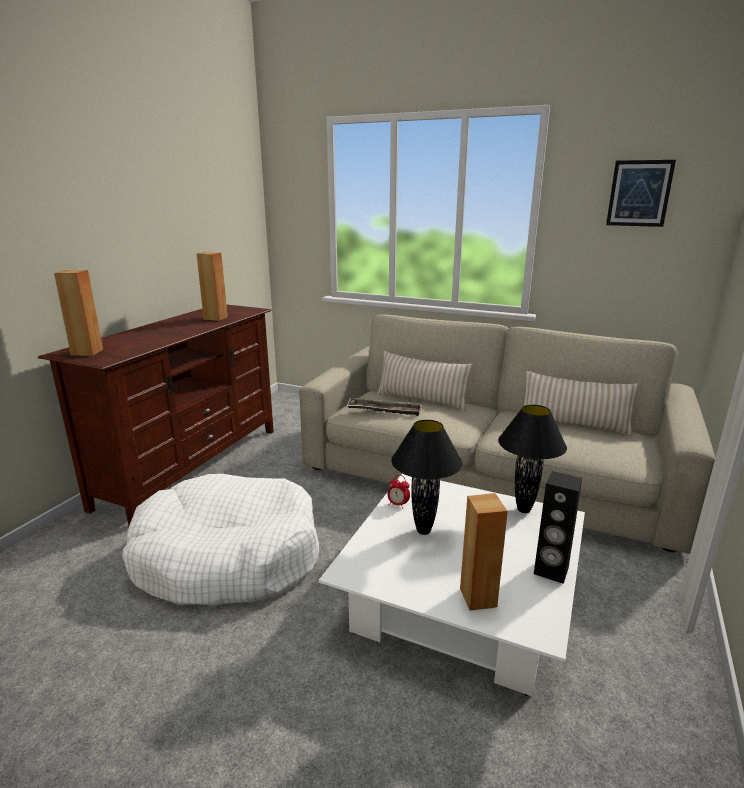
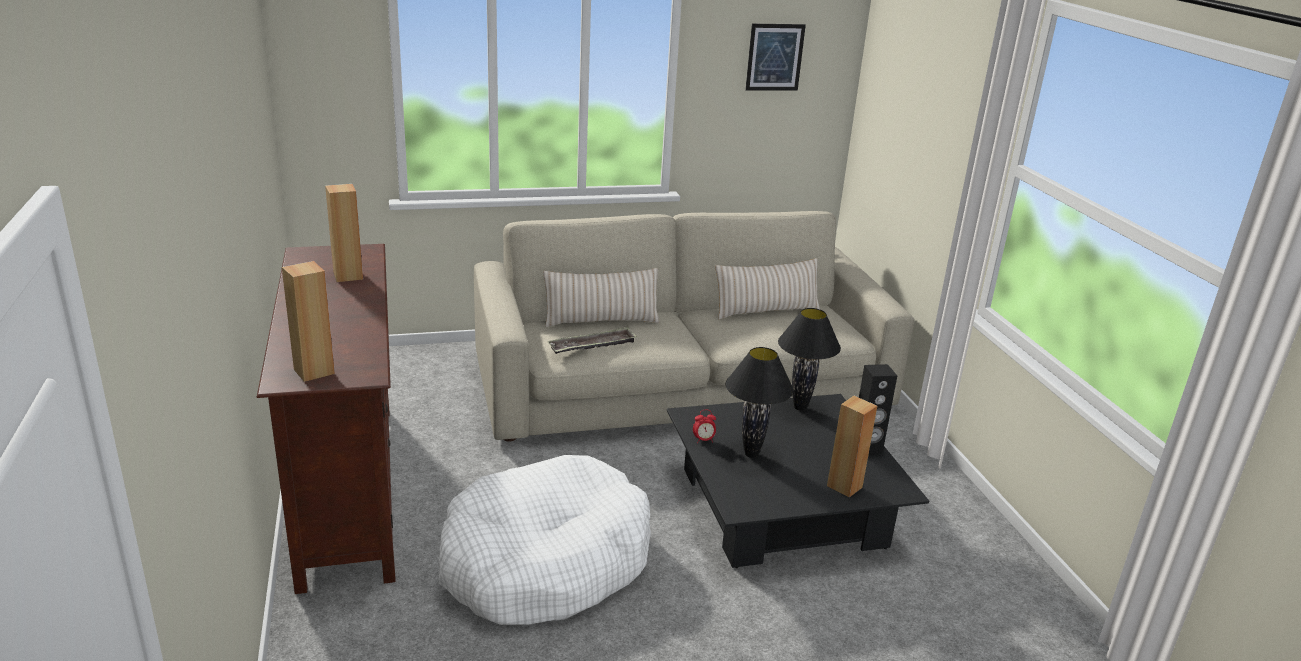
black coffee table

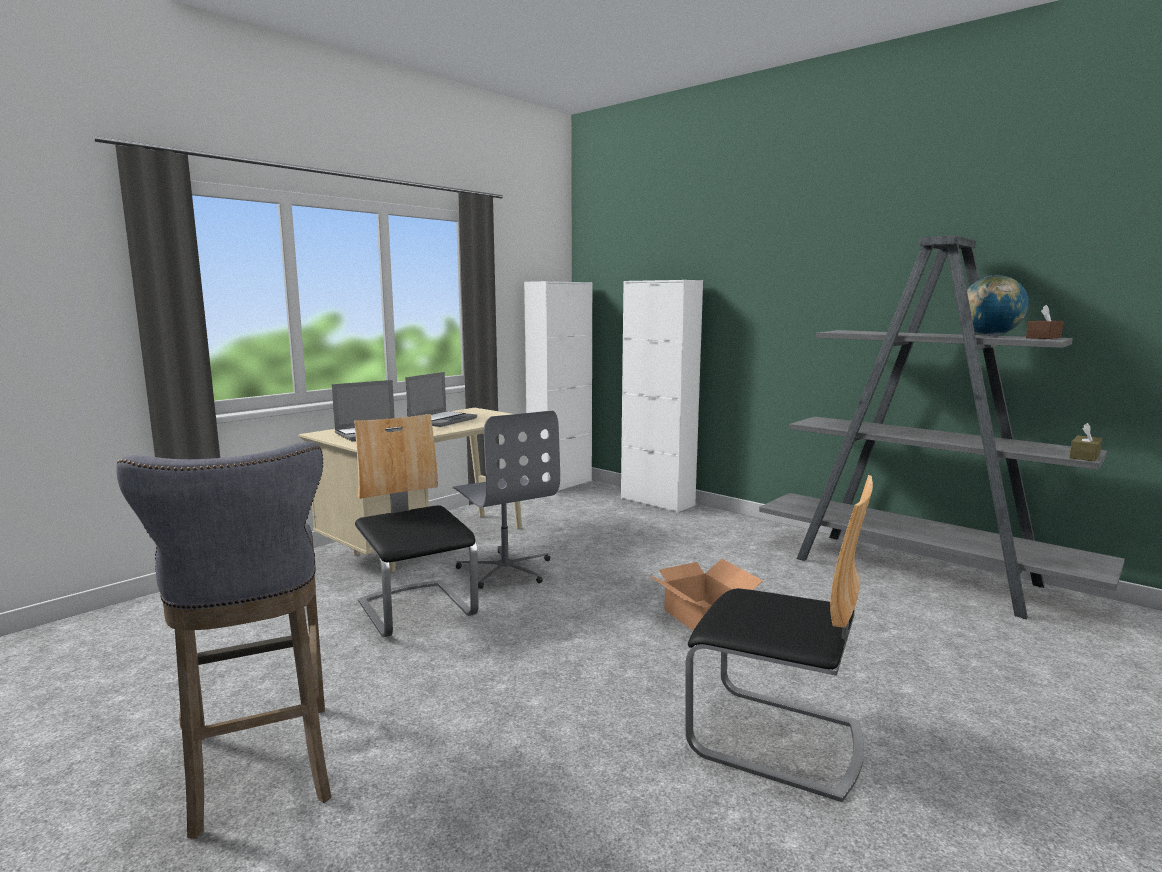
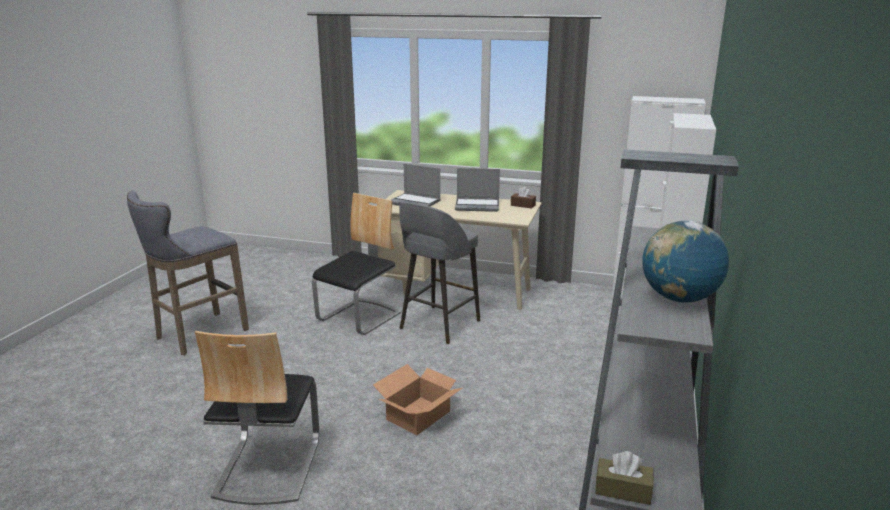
brown tissue box (no. 1 from left); grey stool (no. 2 from left)

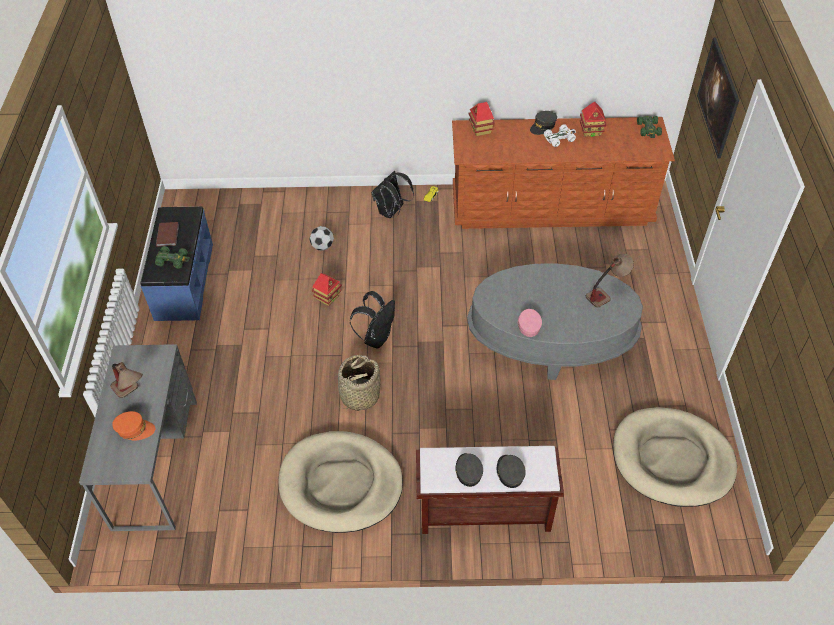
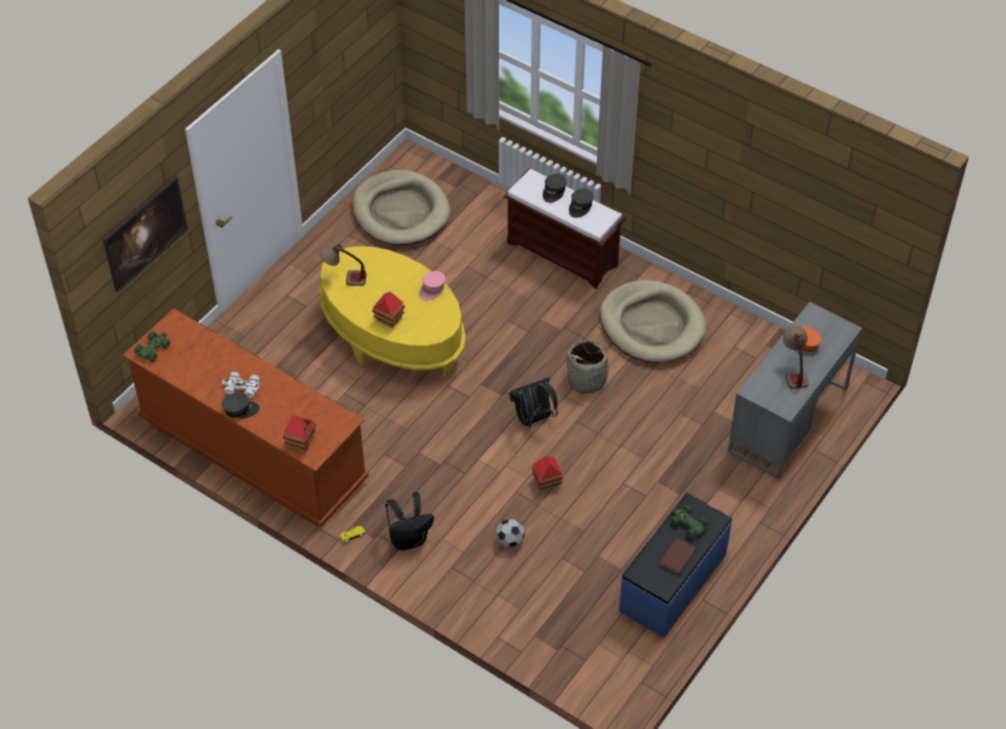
toy house (no. 2 from left); yellow coffee table

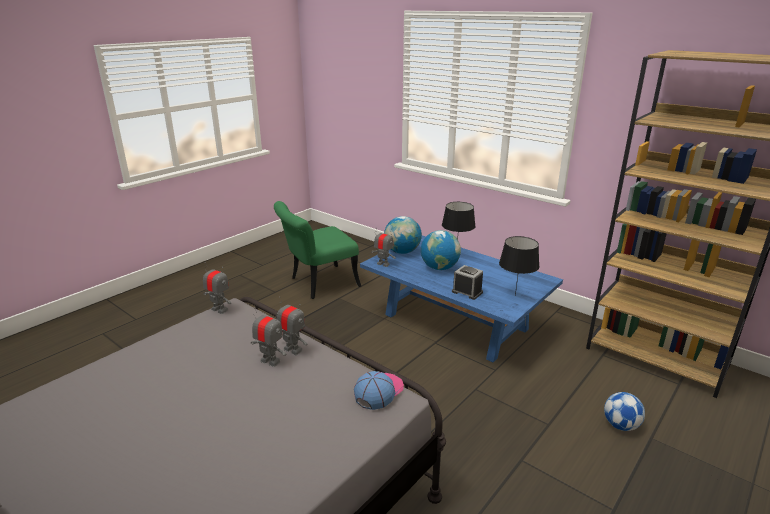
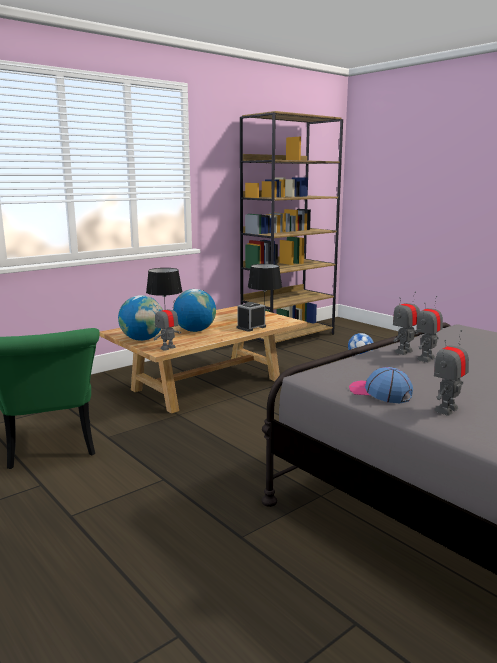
beige coffee table; toy robot (no. 4 from left); cap

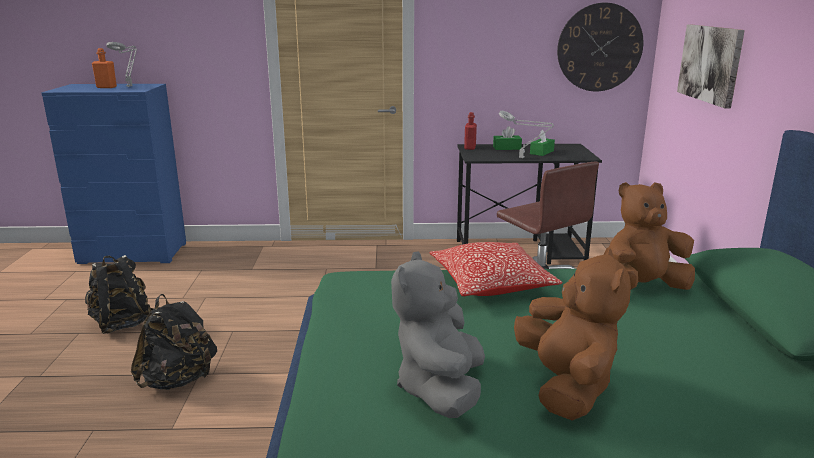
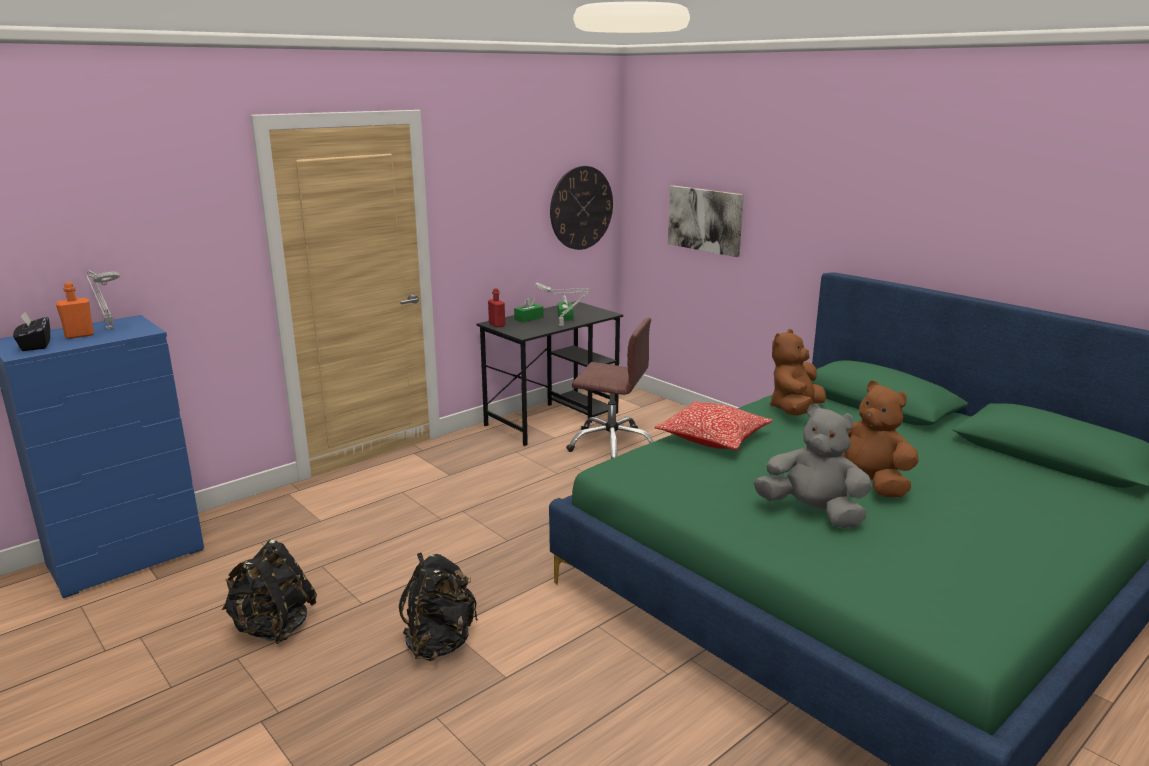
grey plush toy; black tissue box

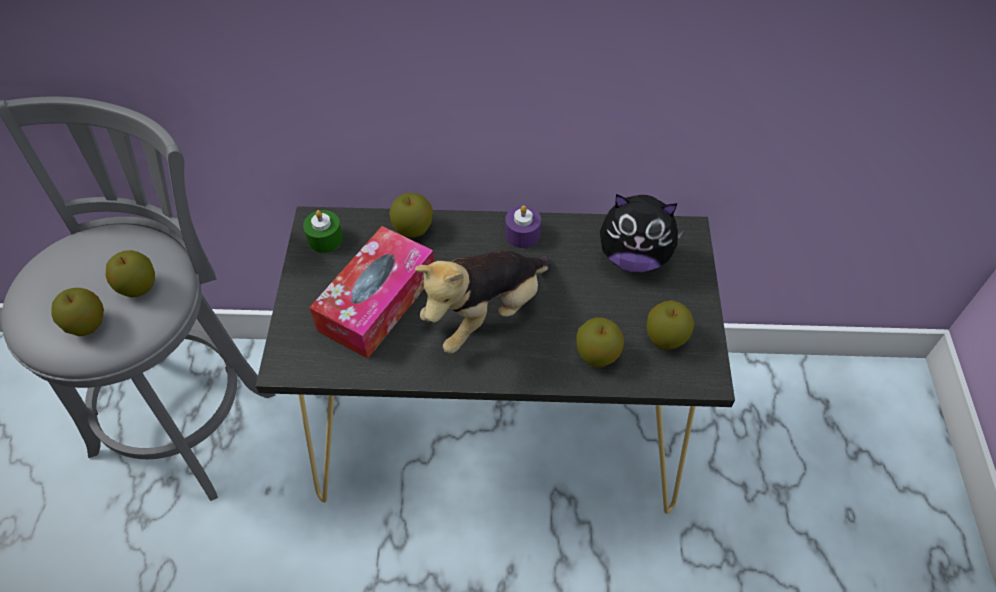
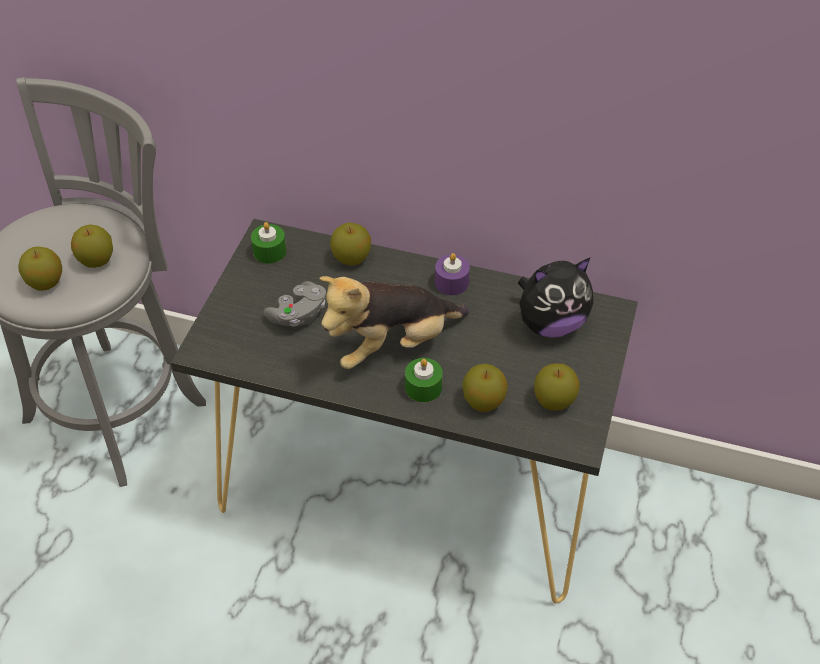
plush toy (no. 2 from left); grey game controller; green candle (no. 2 from left)

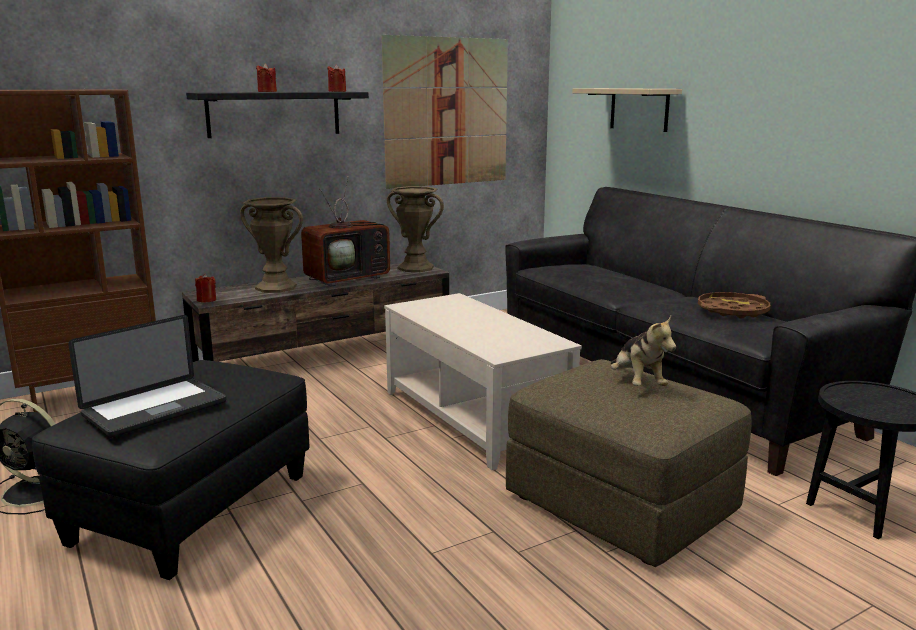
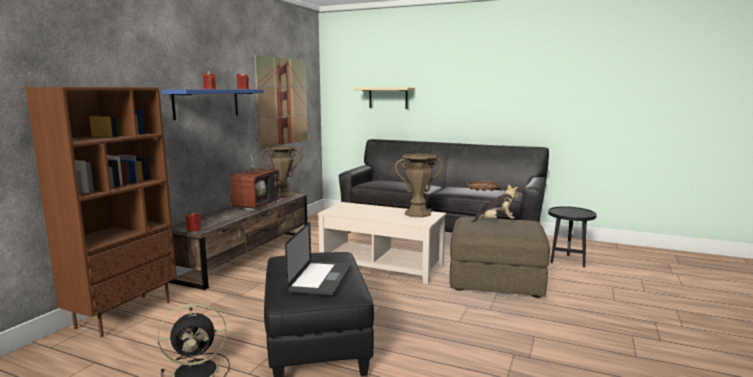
blue shelf; brown vase (no. 2 from left); plush toy

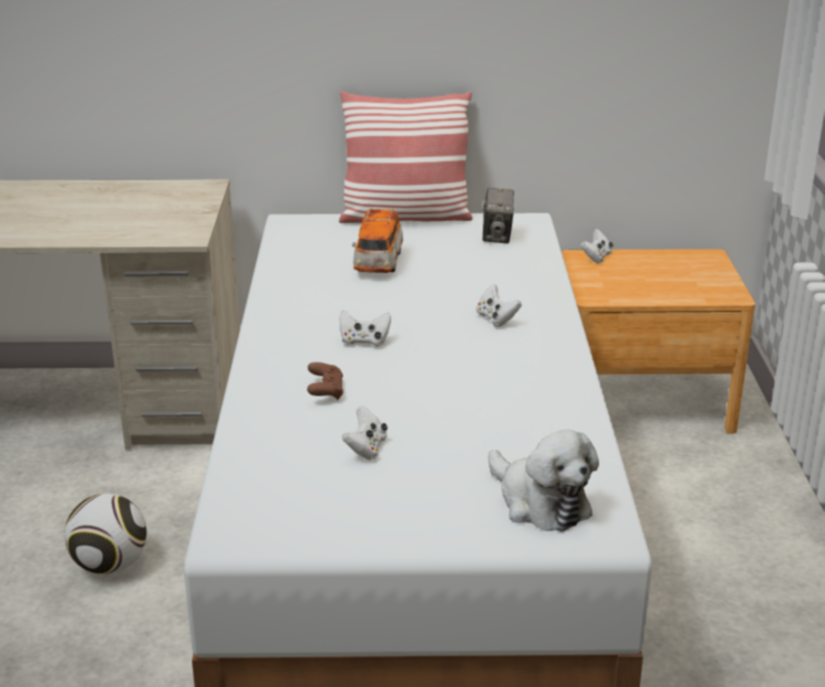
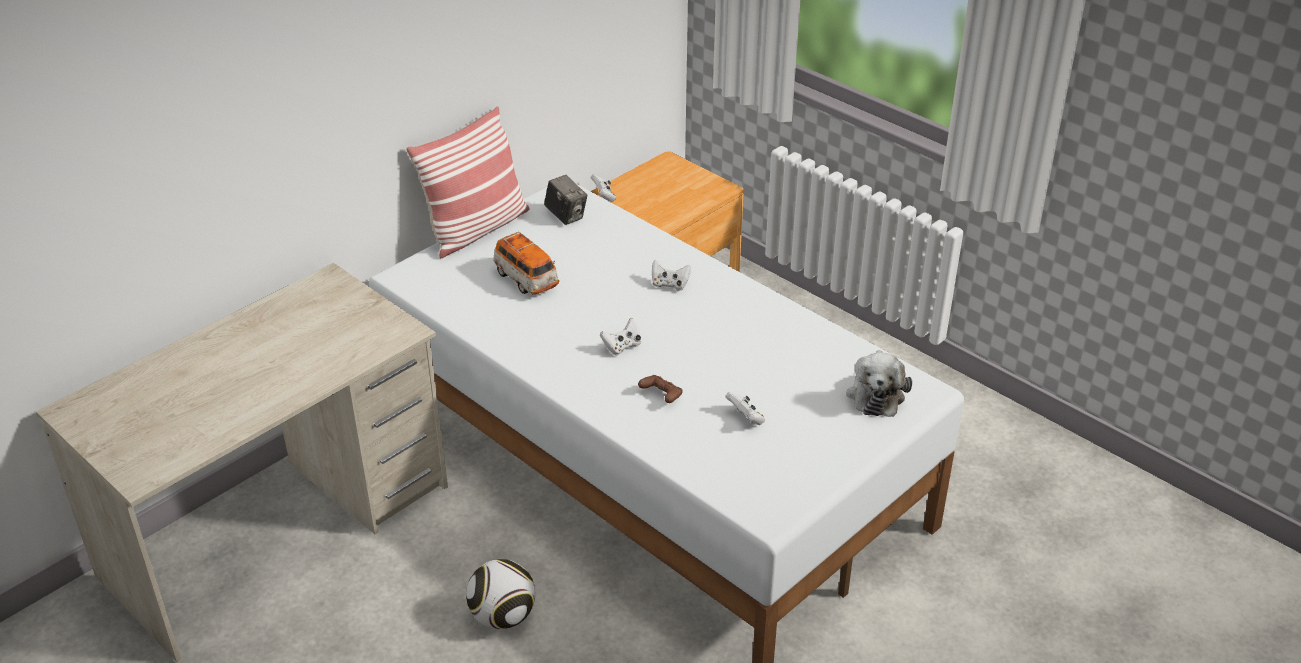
plush toy

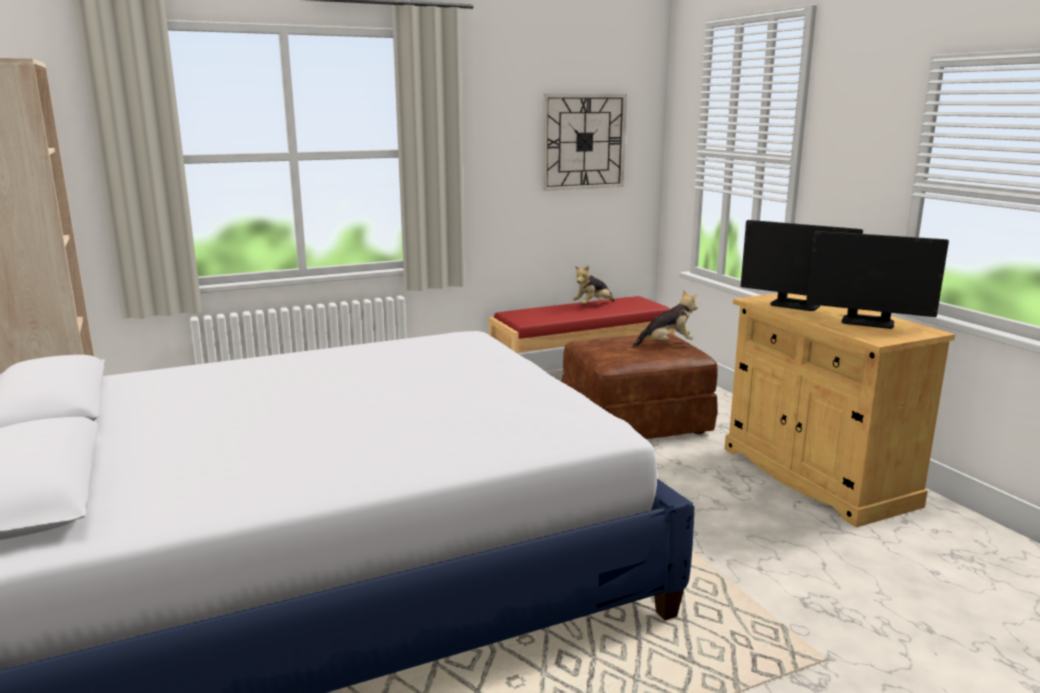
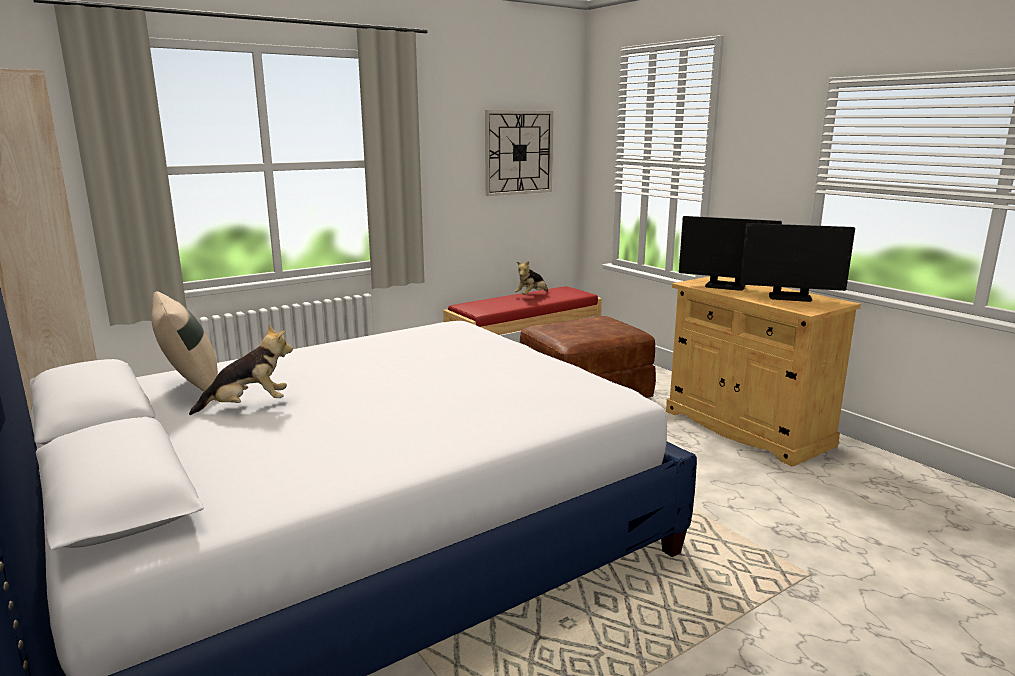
plush toy (no. 1 from left); beige pillow

